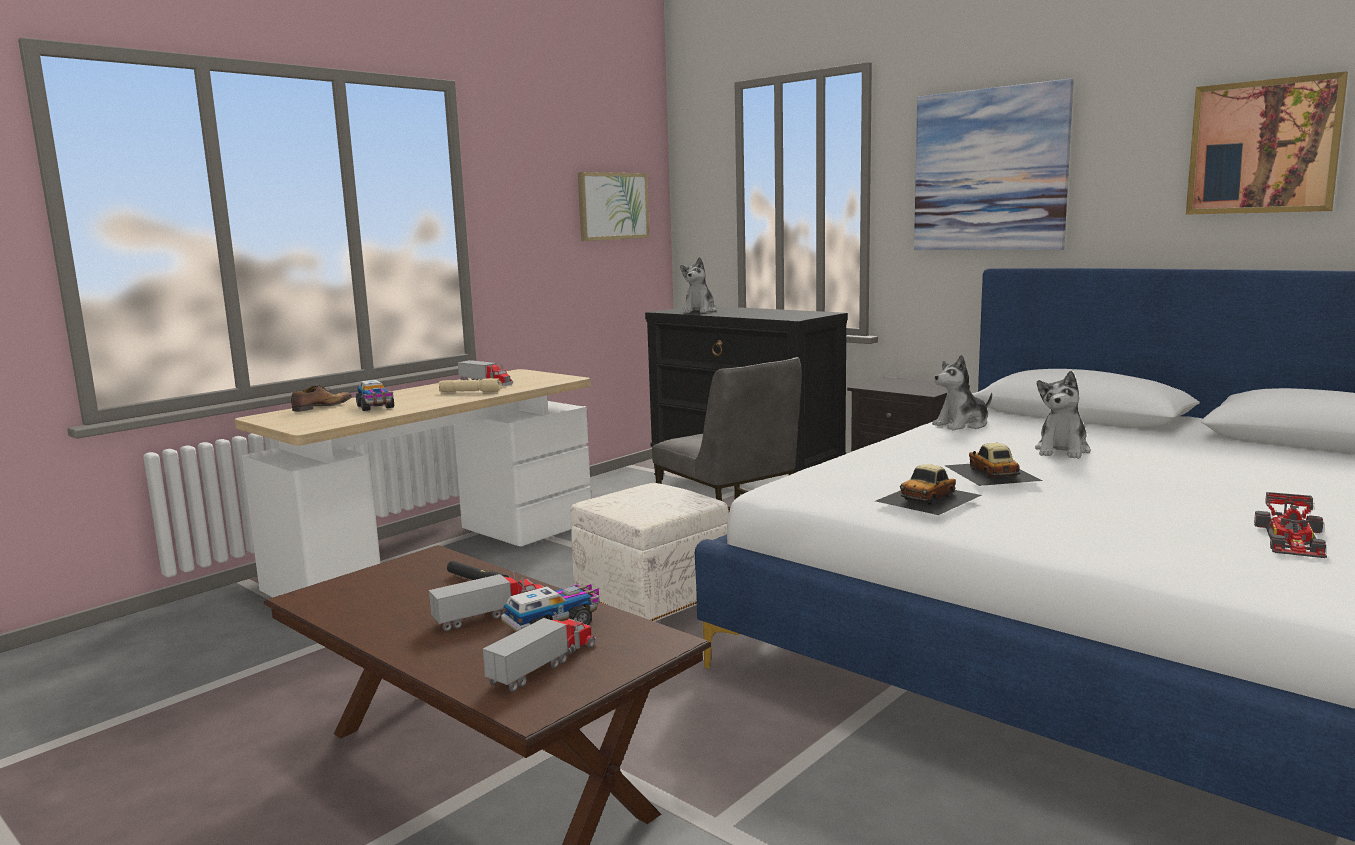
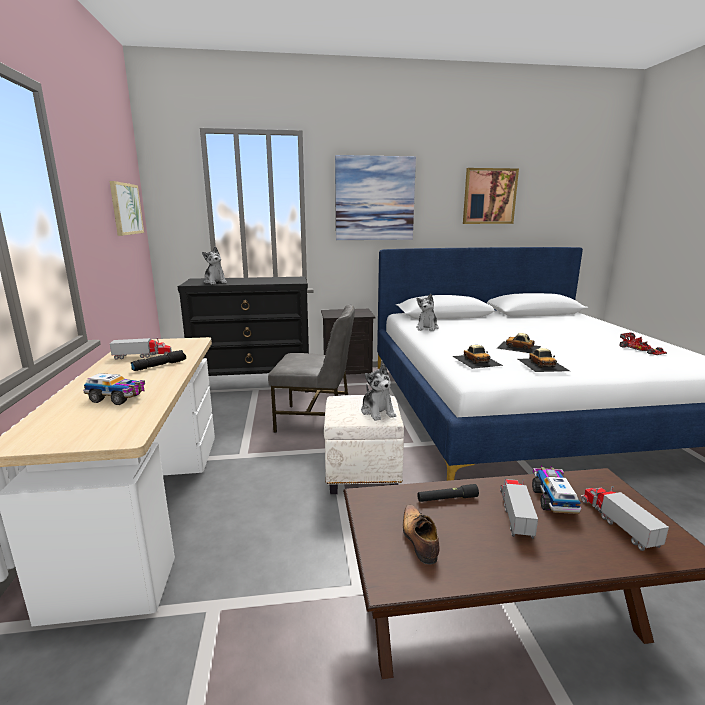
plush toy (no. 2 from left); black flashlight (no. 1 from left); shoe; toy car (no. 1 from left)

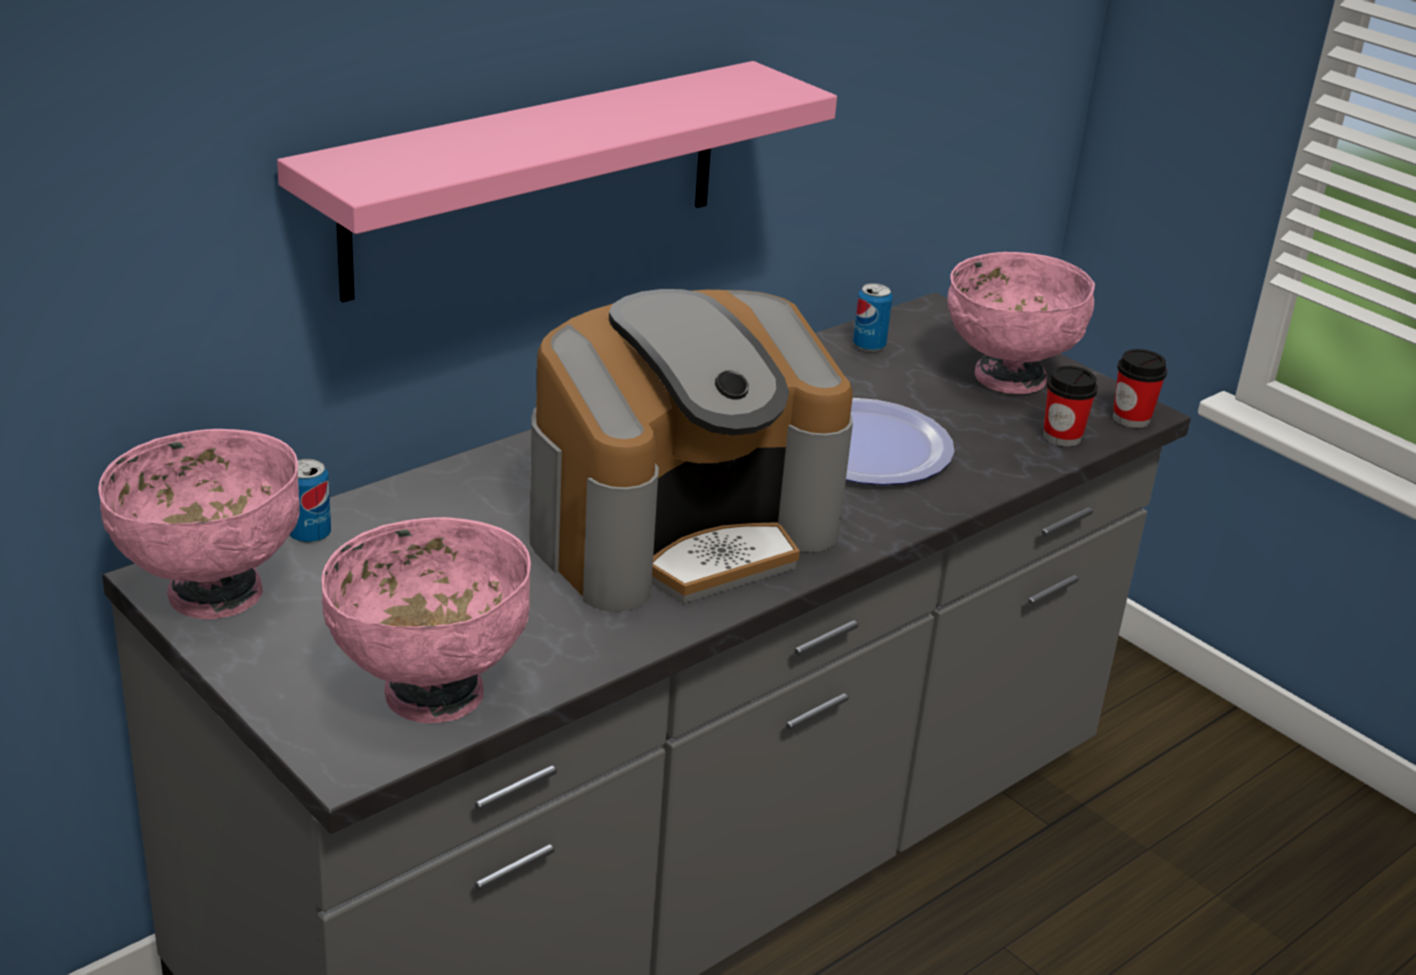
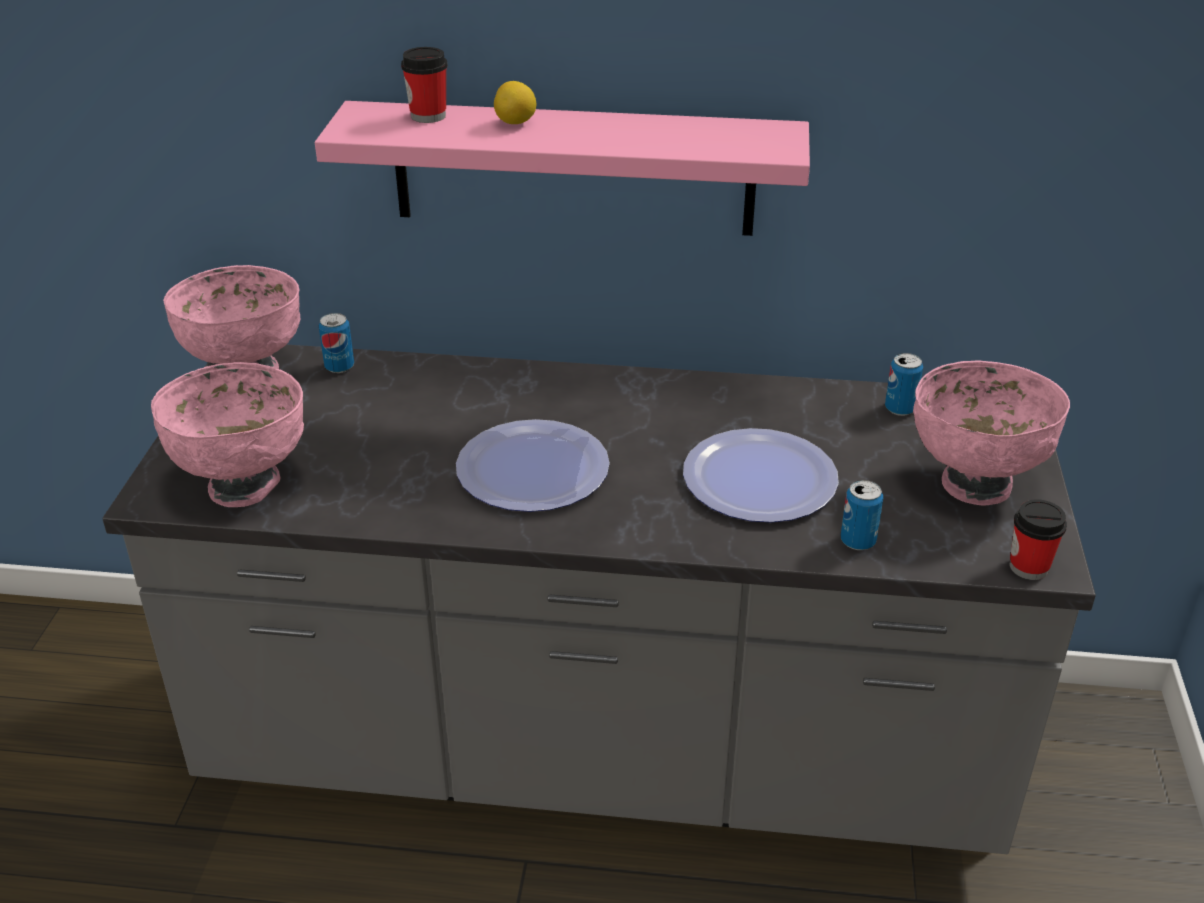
plate (no. 1 from left); cup (no. 1 from left); lemon; can (no. 2 from left)

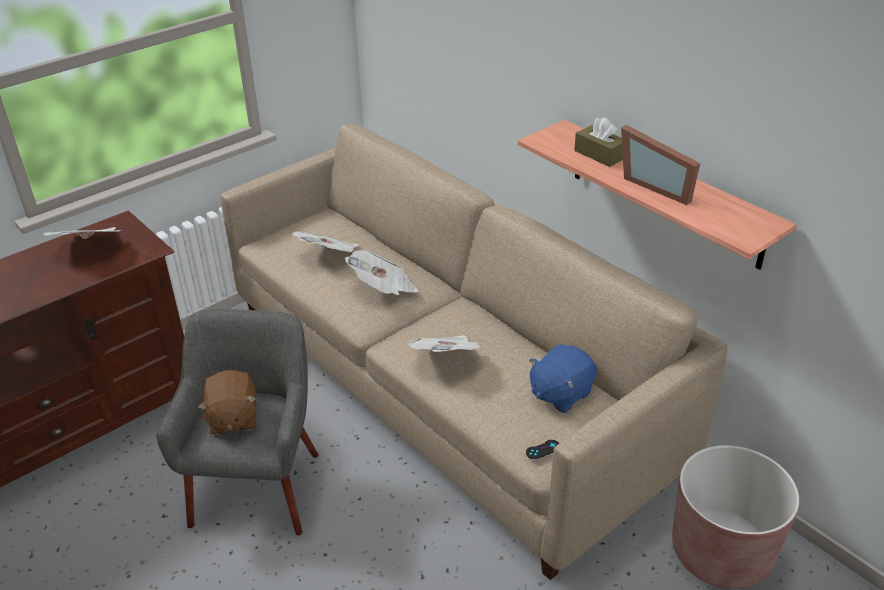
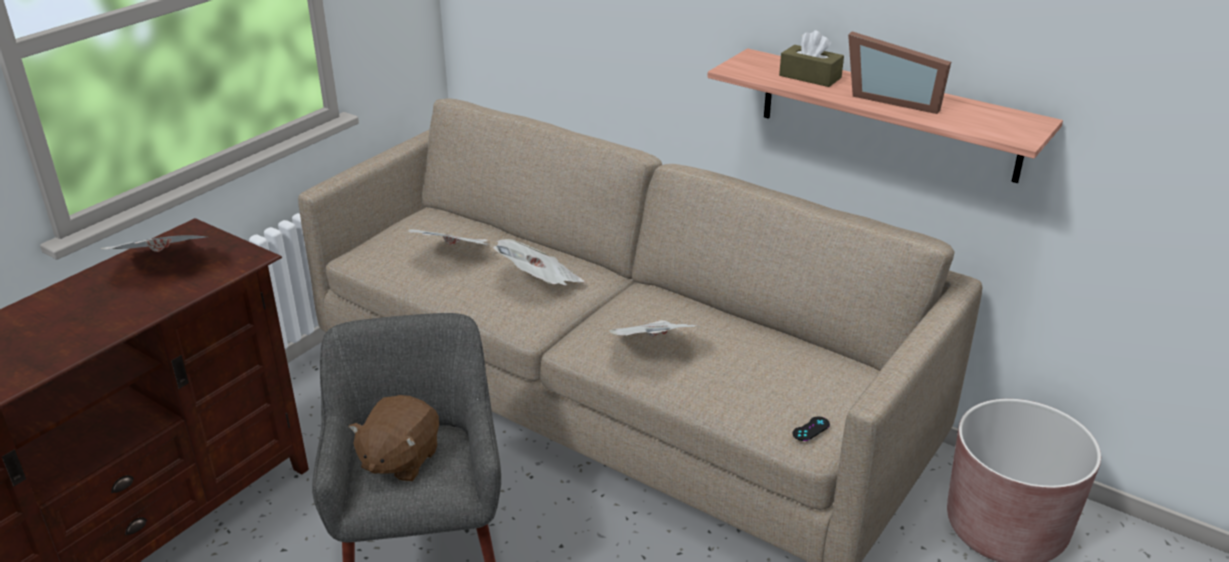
blue plush toy; brown plush toy

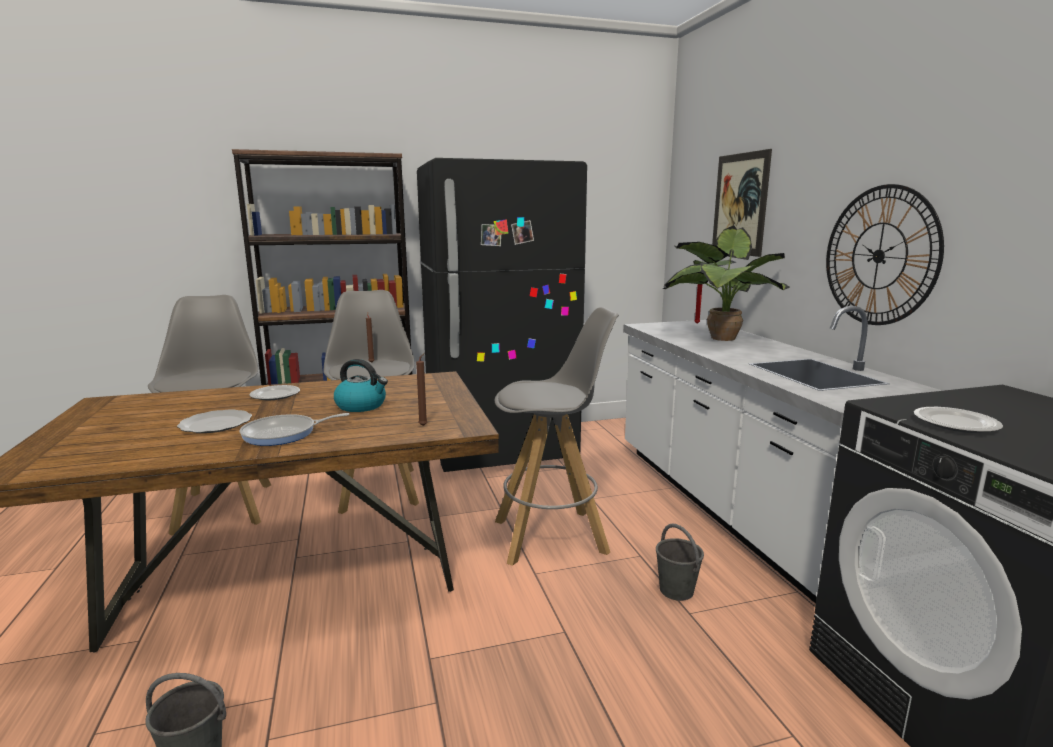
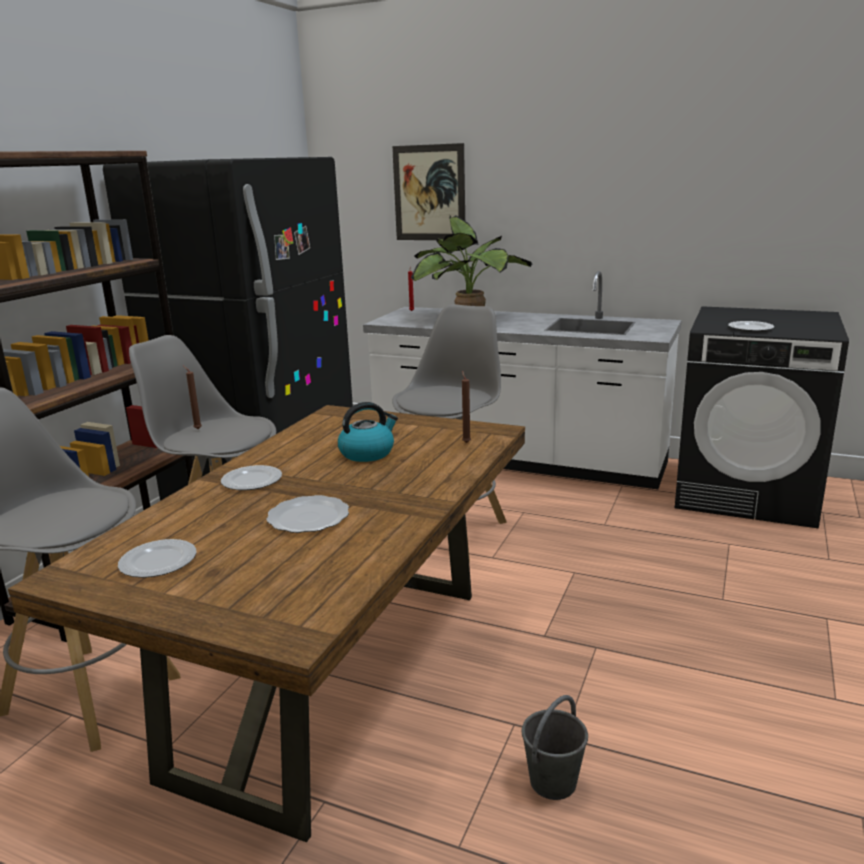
wall clock; frying pan; grey bucket (no. 2 from left in the first image); plate (no. 1 from left)

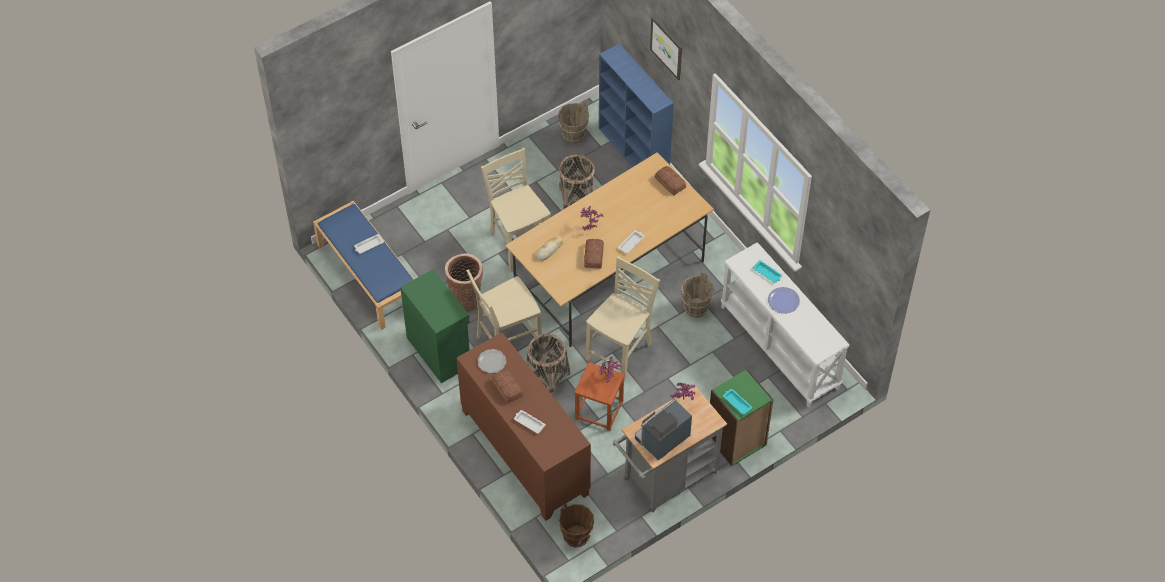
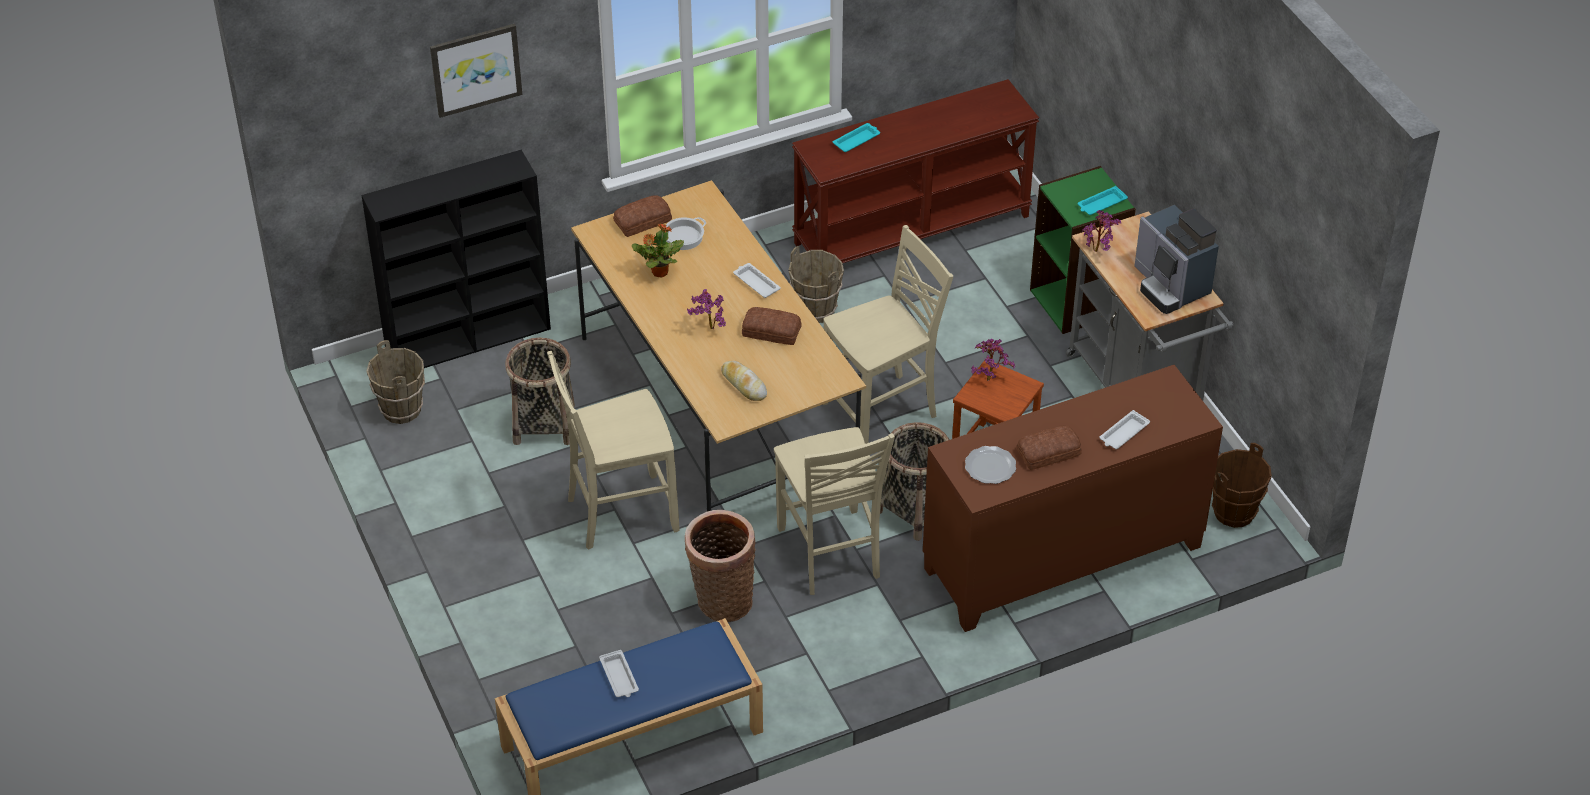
black bookcase; brown console table; beige chair (no. 3 from left); green cabinet; plate (no. 2 from left in the first image); cooking pot; potted plant (no. 1 from left)

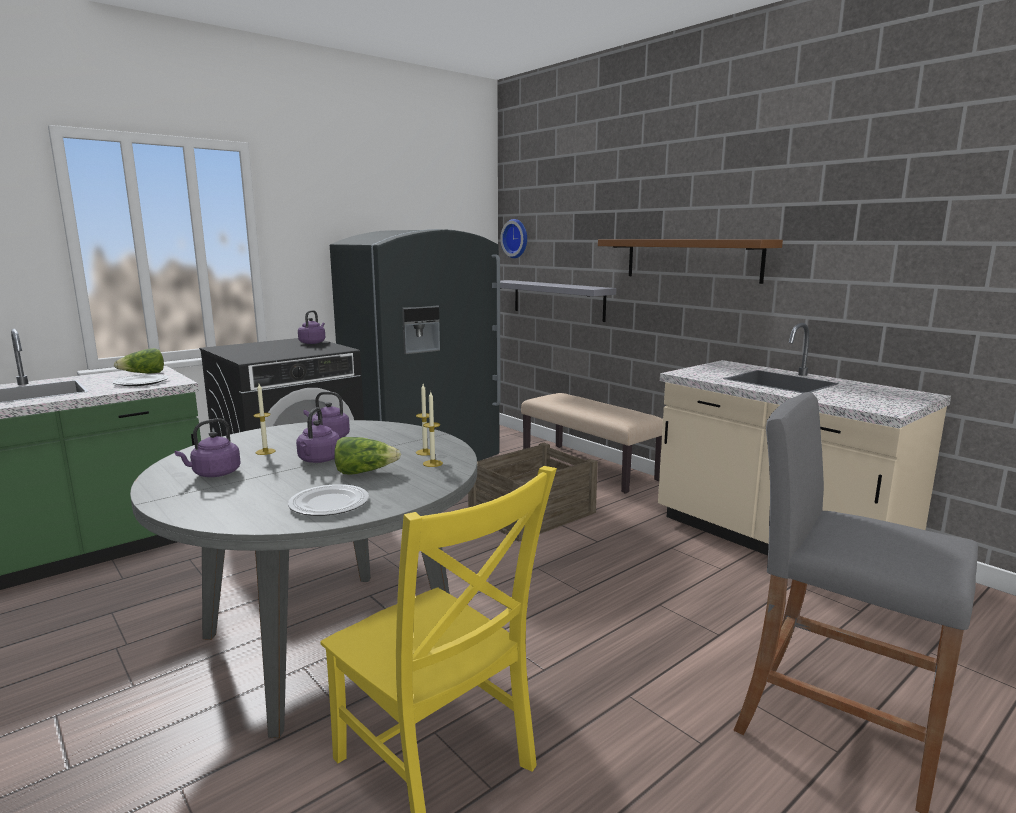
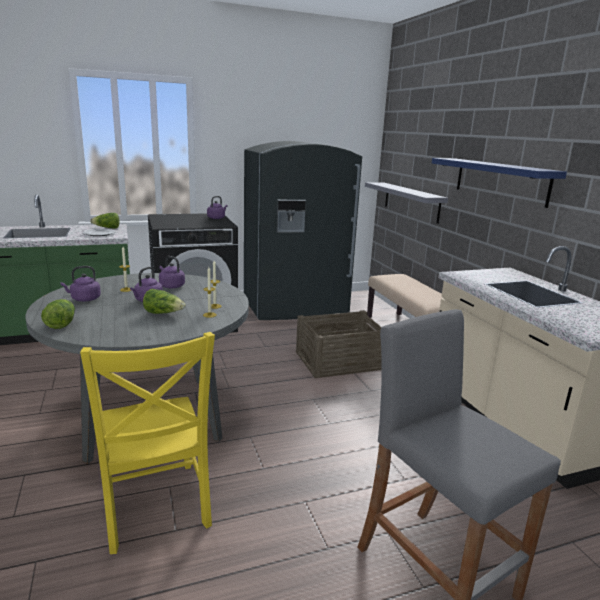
wall clock; blue shelf; plate (no. 2 from left in the first image); lettuce (no. 1 from left)

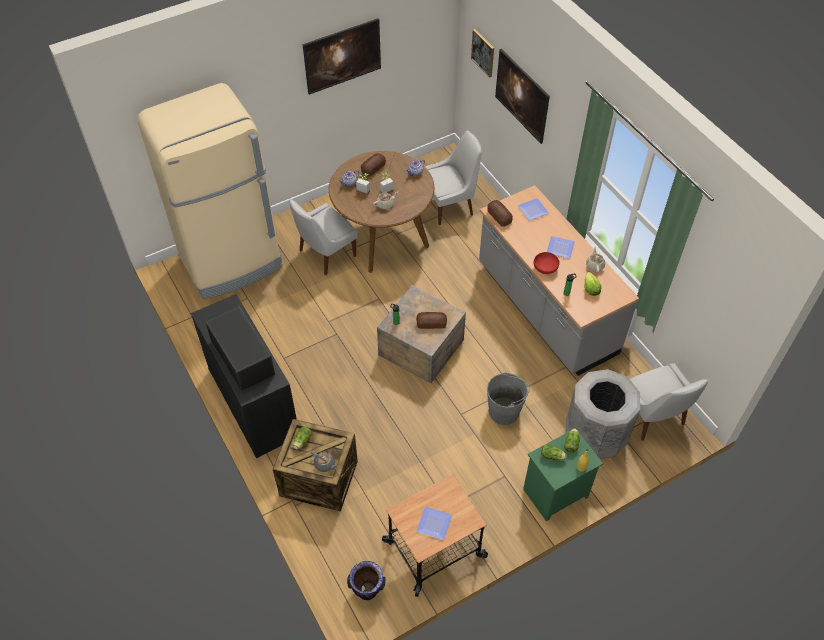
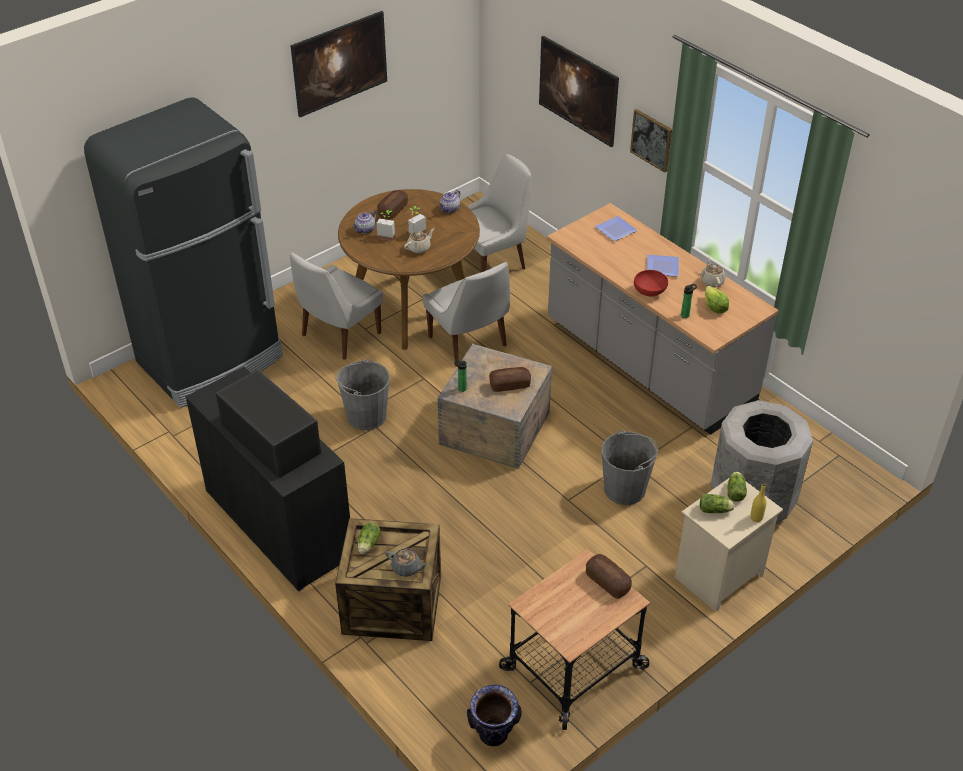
picture (no. 3 from left); black fridge; bread (no. 3 from left); white chair (no. 2 from left); beige nightstand; plate (no. 1 from left in the first image); grey bucket (no. 1 from left)

